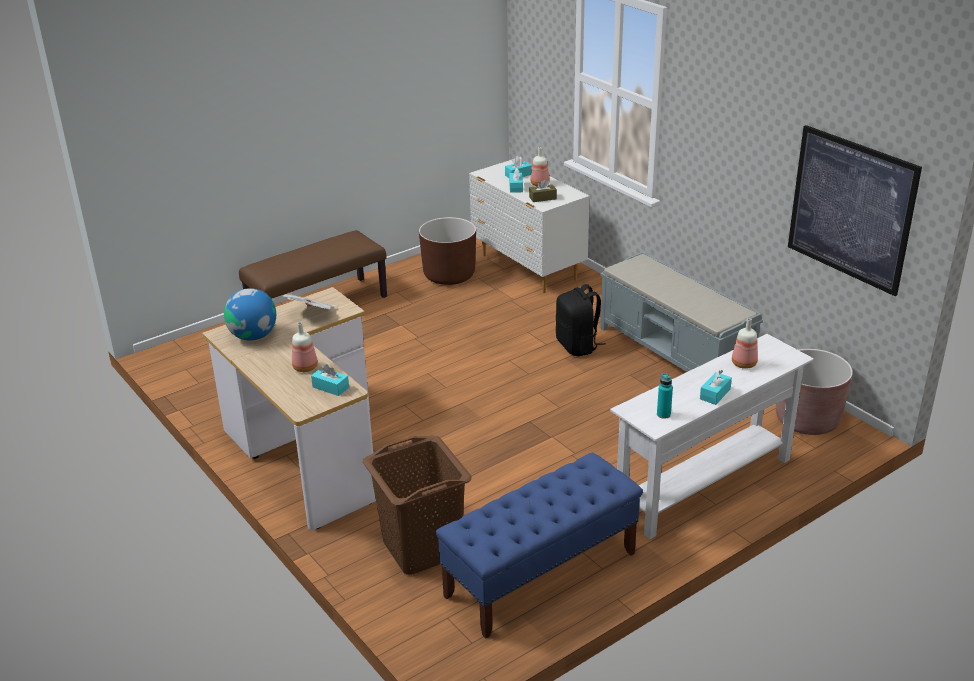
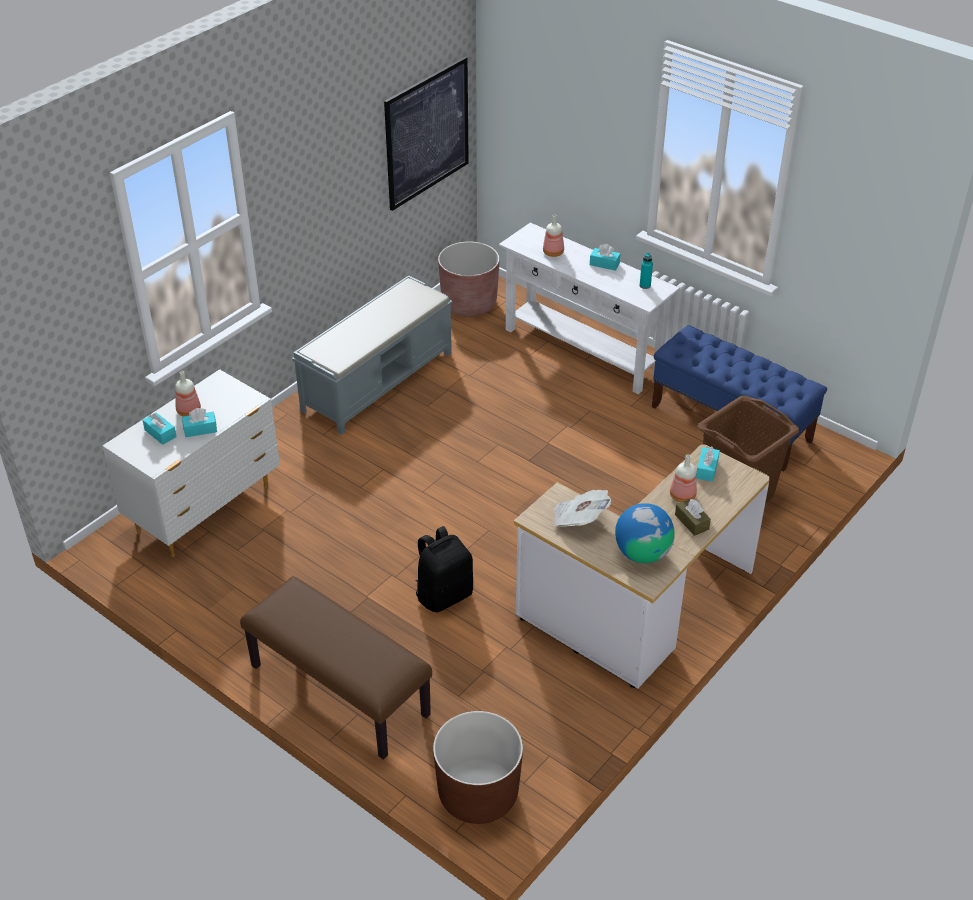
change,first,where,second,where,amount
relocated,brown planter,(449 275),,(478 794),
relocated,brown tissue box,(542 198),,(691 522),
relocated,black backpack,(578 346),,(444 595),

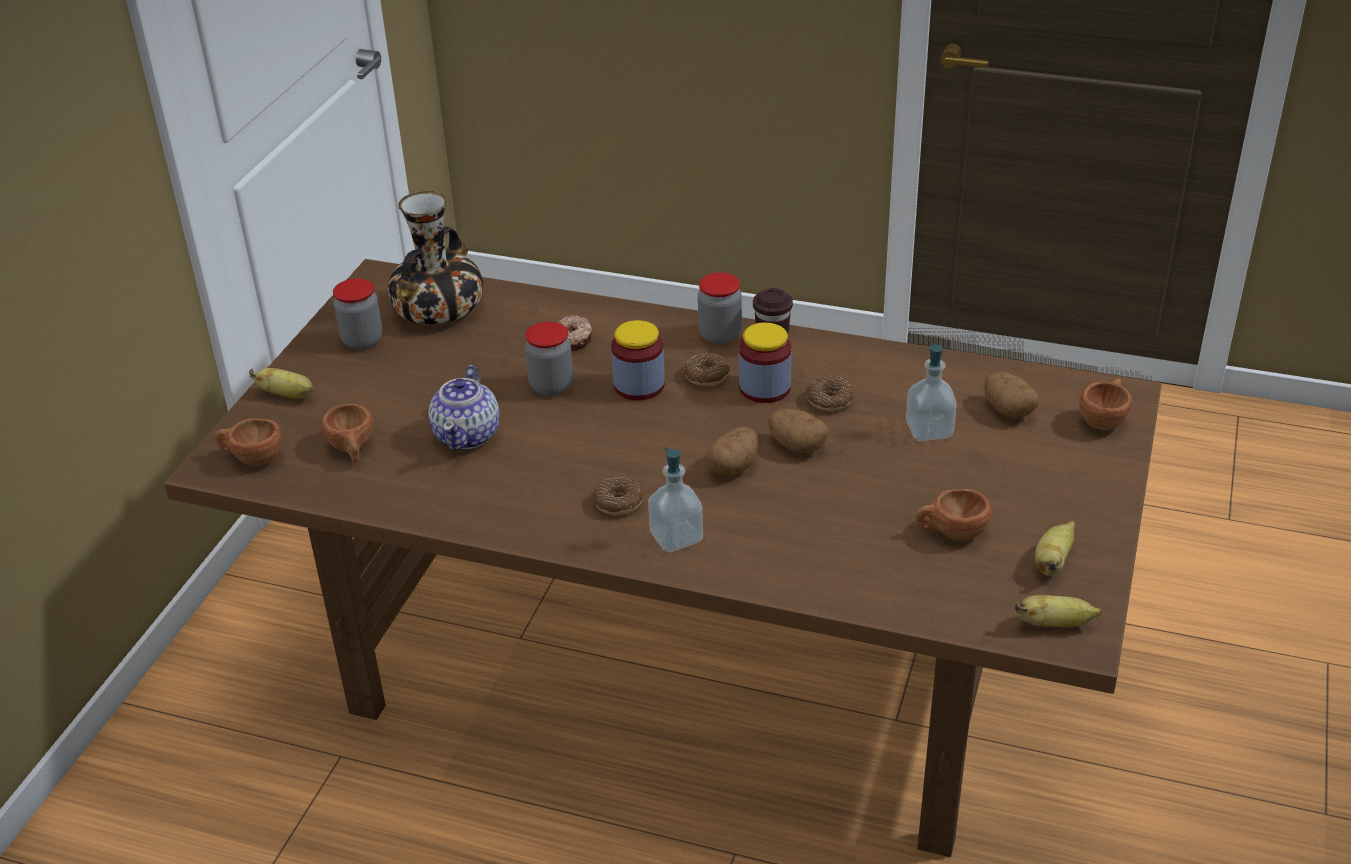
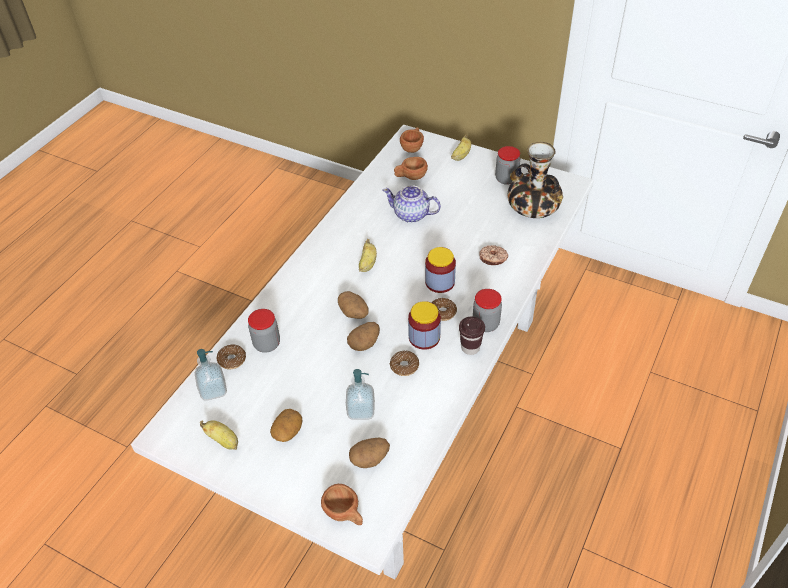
change,first,where,second,where,amount
missing,brown cup,(951 533),,,
appeared,,,potato,(287 431),
relocated,jar,(551 386),,(267 344),
relocated,donut,(618 503),,(232 360),
relocated,soap dispenser,(676 537),,(213 390),
relocated,banana,(1054 624),,(367 264),
colour,brown dining table,(688 672),white dining table,(398 406),

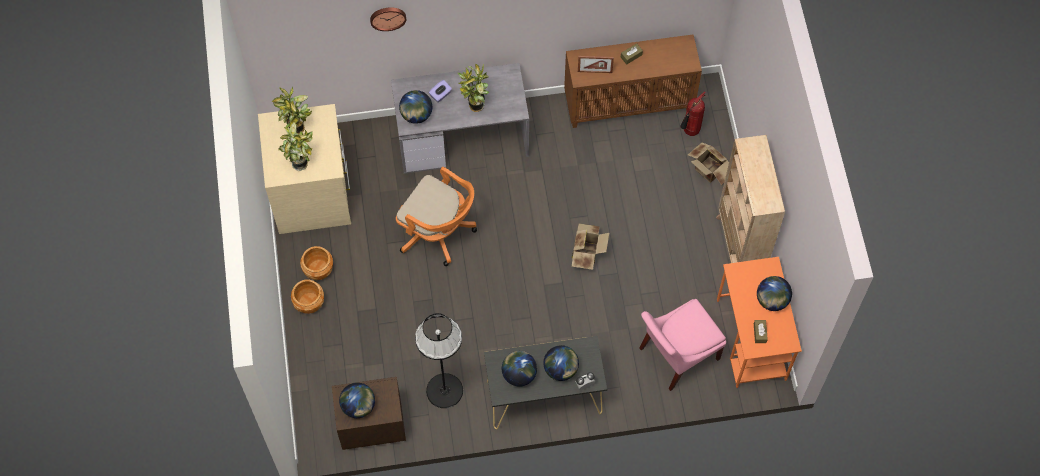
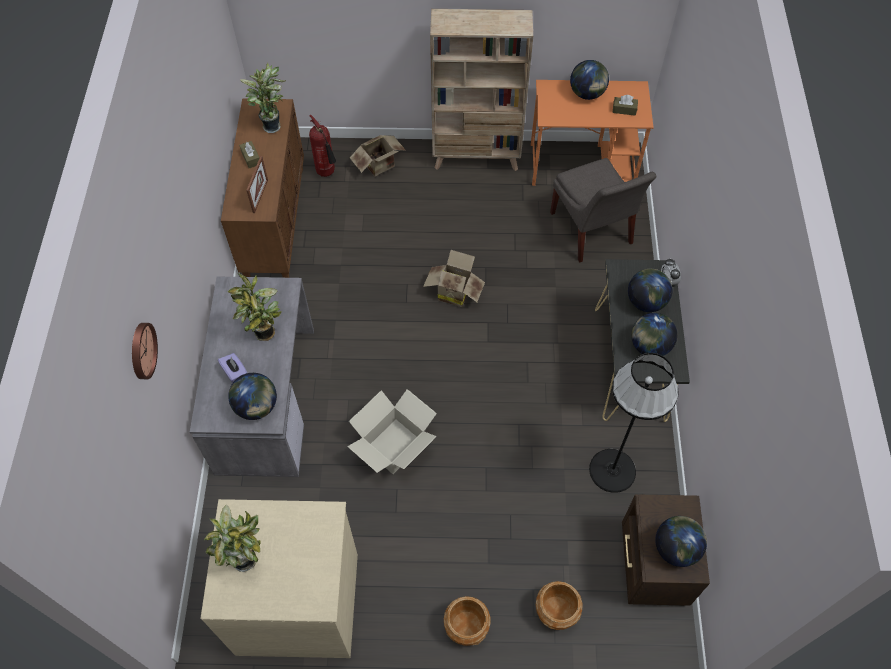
change,first,where,second,where,amount
relocated,potted plant,(302 164),,(272 125),
relocated,brown planter,(318 270),,(555 611),
exchanged,orange office chair,(439 233),cardboard box,(395 446),
colour,pink chair,(676 355),grey chair,(592 231),

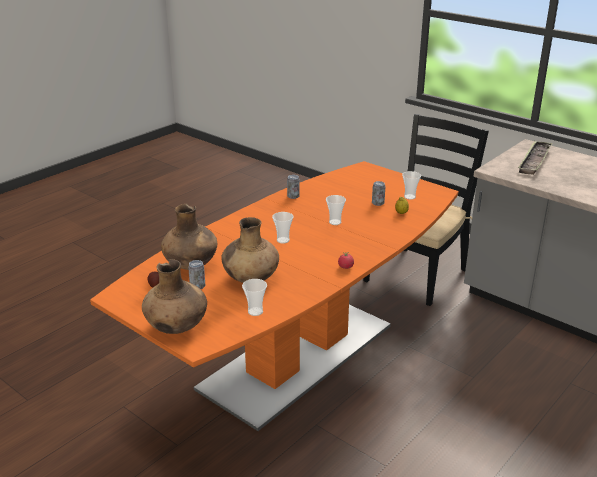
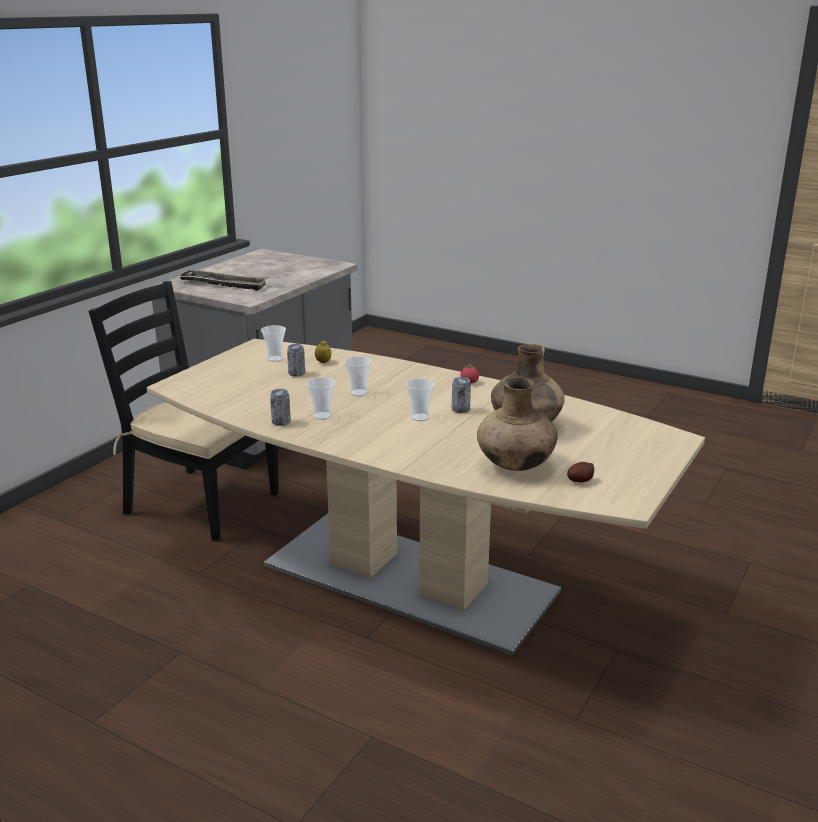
change,first,where,second,where,amount
missing,brown vase,(177 327),,,
relocated,can,(197 286),,(460 409),
relocated,cup,(255 311),,(322 416),
colour,orange dining table,(298 356),beige dining table,(408 578),

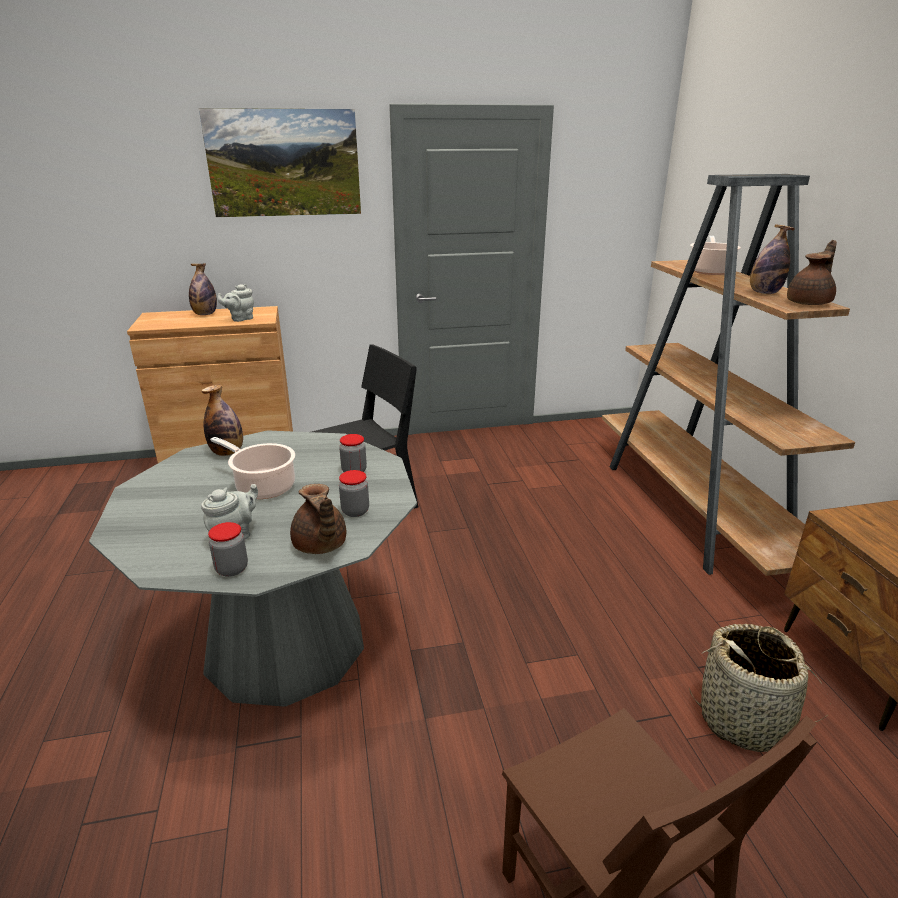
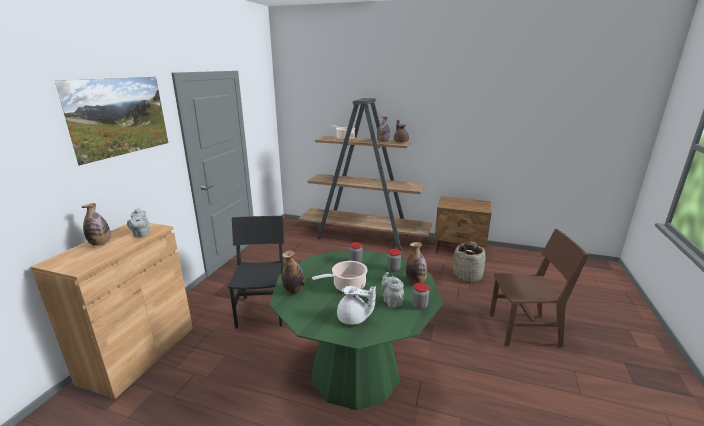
change,first,where,second,where,amount
appeared,,,white teapot,(354 319),
exchanged,brown teapot,(320 546),bottle,(416 282),
colour,grey dining table,(285 643),green dining table,(355 371),

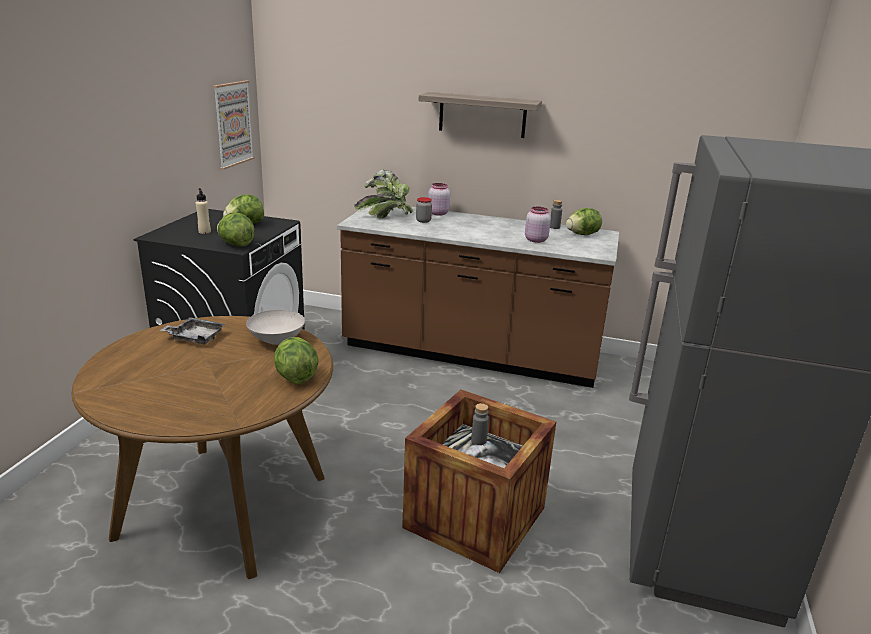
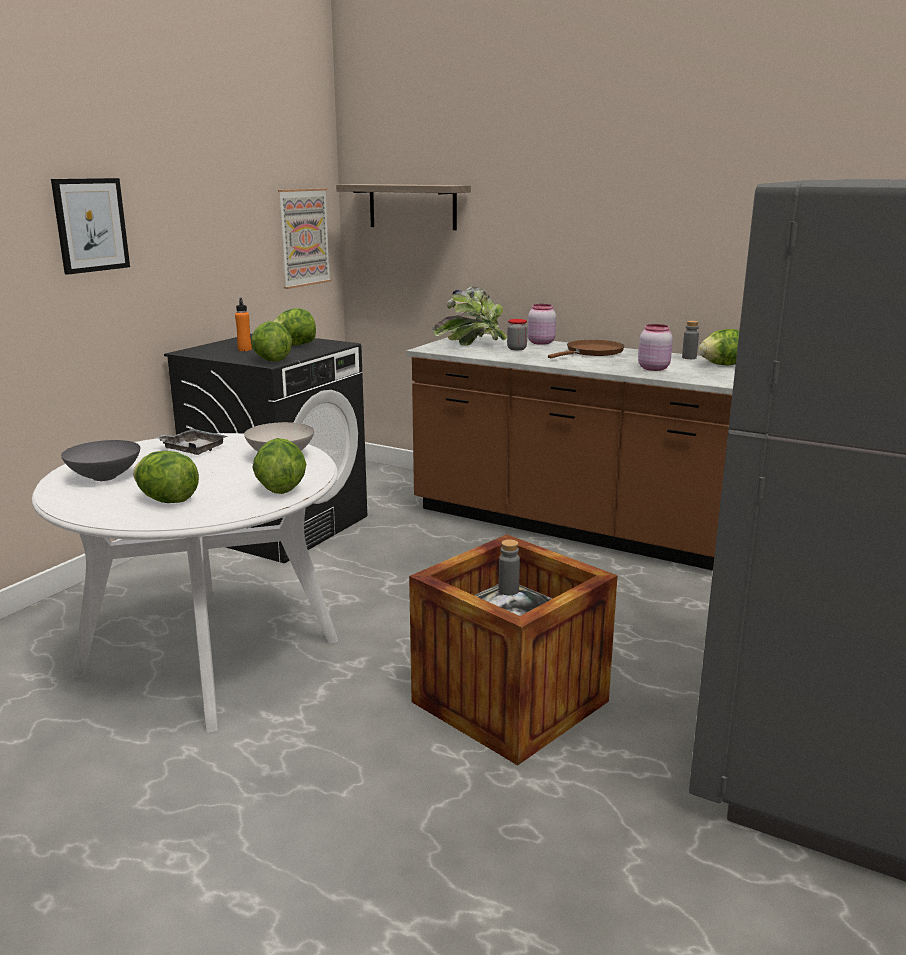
change,first,where,second,where,amount
appeared,,,picture,(91 225),
appeared,,,grey bowl,(105 477),
appeared,,,lettuce,(168 500),
appeared,,,brown frying pan,(592 352),
relocated,shelf,(482 115),,(412 206),
colour,brown dining table,(224 505),white dining table,(210 656),
colour,beige bottle,(204 231),orange bottle,(244 349),

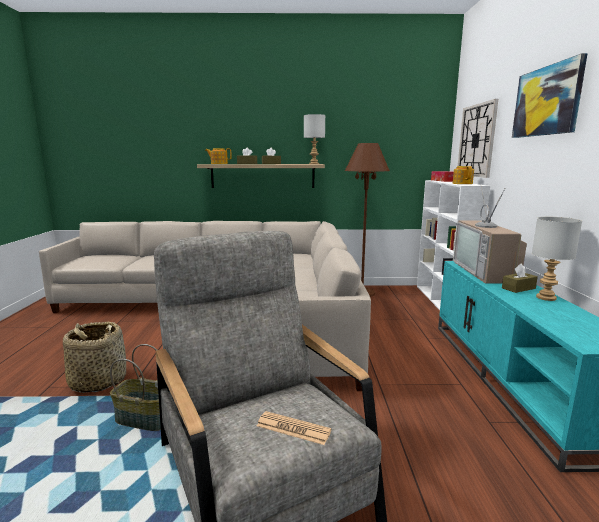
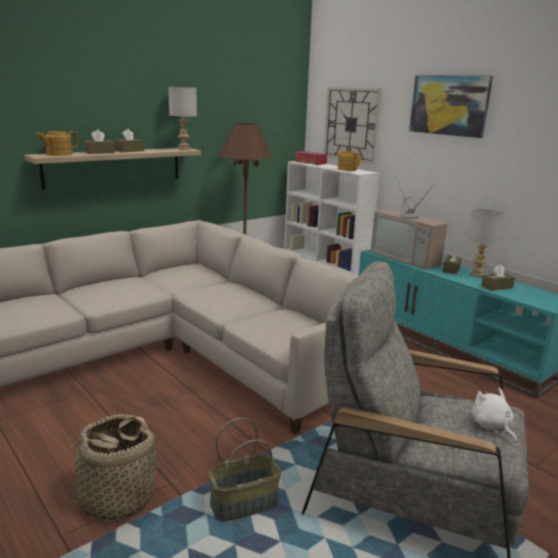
change,first,where,second,where,amount
appeared,,,brown tissue box,(497 287),
exchanged,newspaper,(293 428),white plush toy,(491 426),

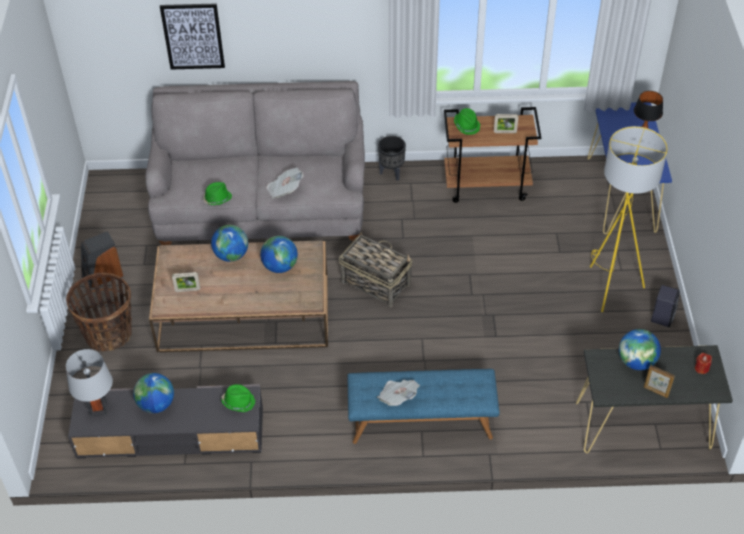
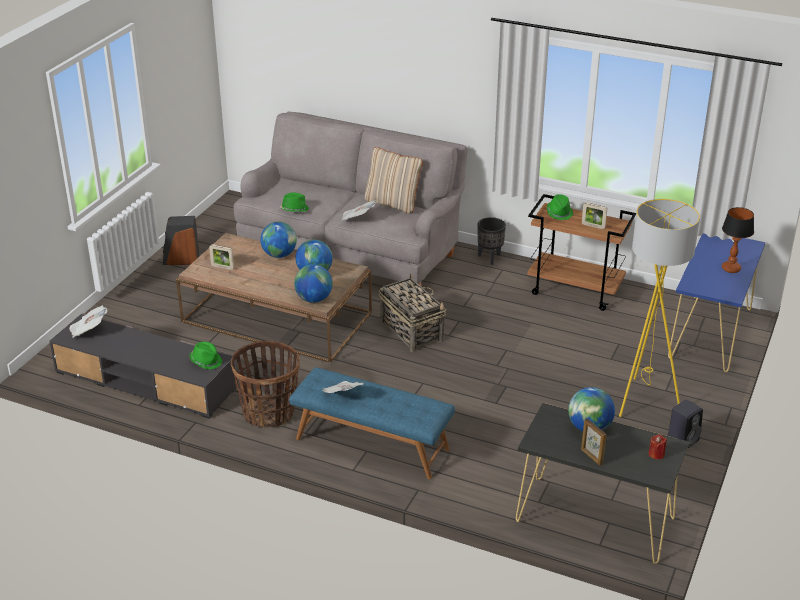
change,first,where,second,where,amount
missing,picture,(193 36),,,
appeared,,,beige pillow,(393 203),
relocated,basket,(109 334),,(269 413),
relocated,globe,(156 404),,(314 299),
exchanged,grey table lamp,(98 408),newspaper,(88 330),

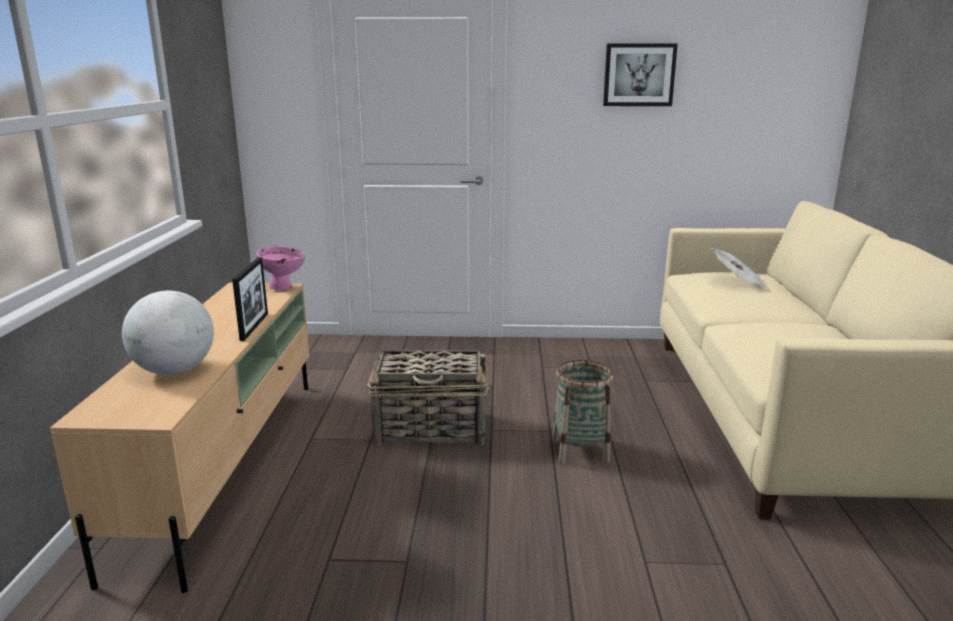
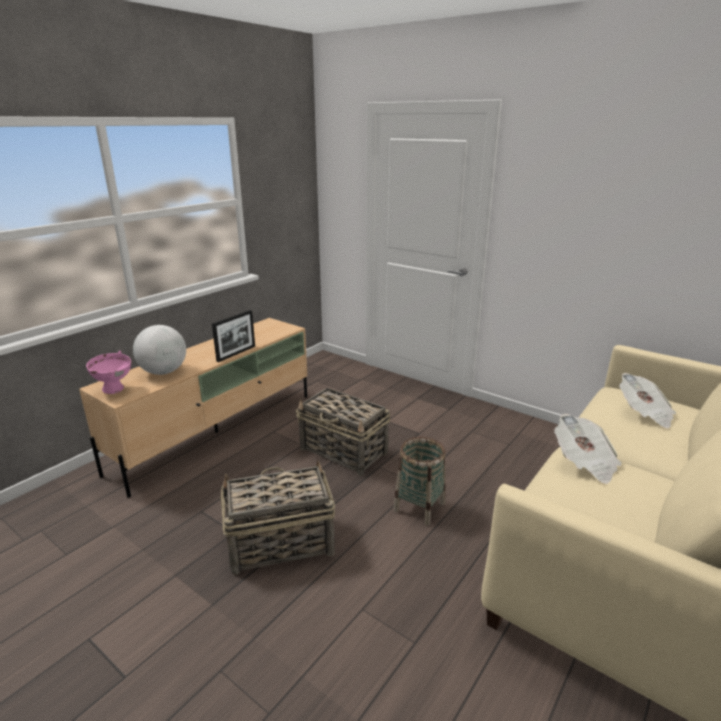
change,first,where,second,where,amount
missing,picture,(639 75),,,
appeared,,,basket,(279 543),
appeared,,,newspaper,(584 463),
relocated,pink bowl,(283 287),,(115 390),

